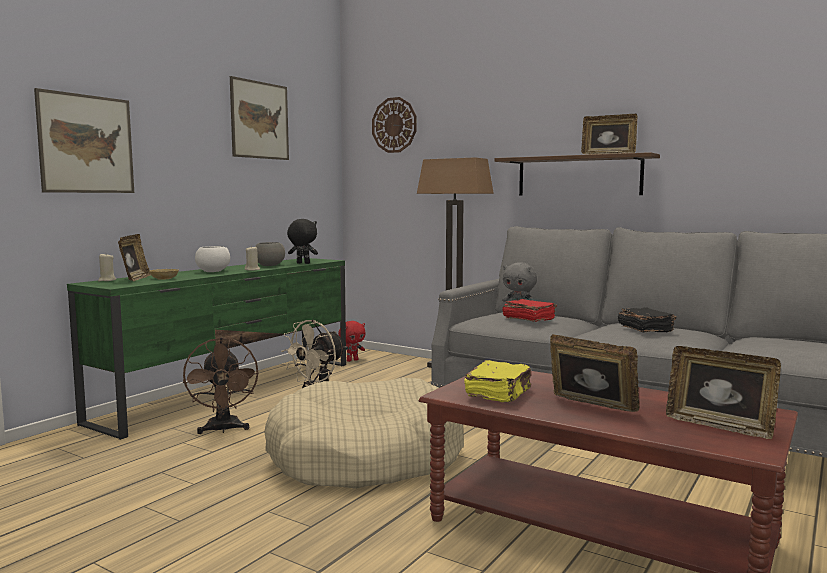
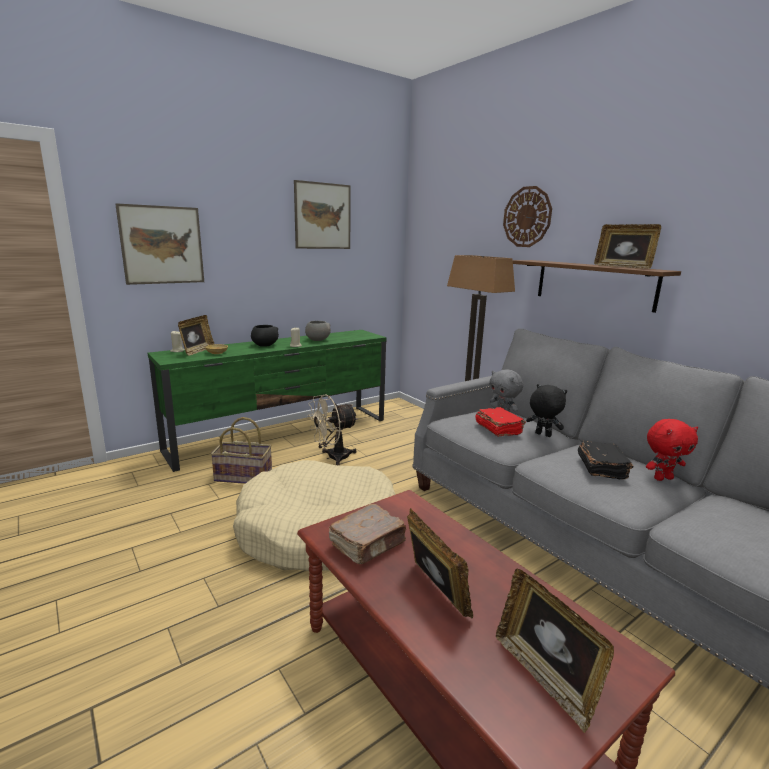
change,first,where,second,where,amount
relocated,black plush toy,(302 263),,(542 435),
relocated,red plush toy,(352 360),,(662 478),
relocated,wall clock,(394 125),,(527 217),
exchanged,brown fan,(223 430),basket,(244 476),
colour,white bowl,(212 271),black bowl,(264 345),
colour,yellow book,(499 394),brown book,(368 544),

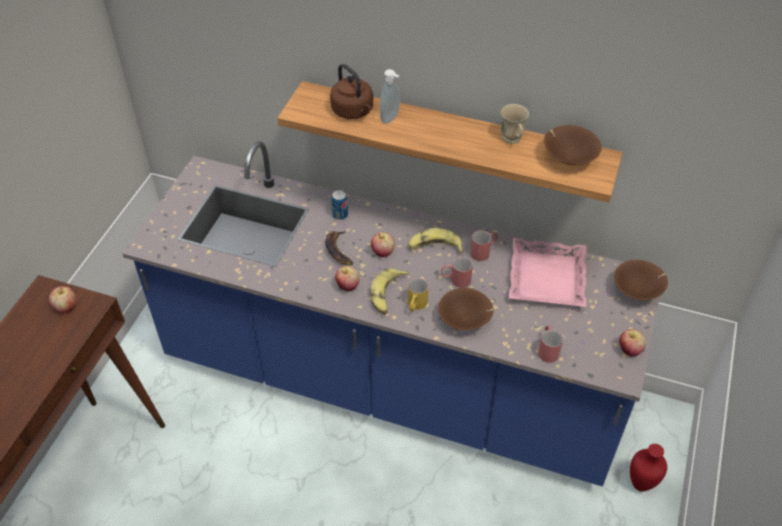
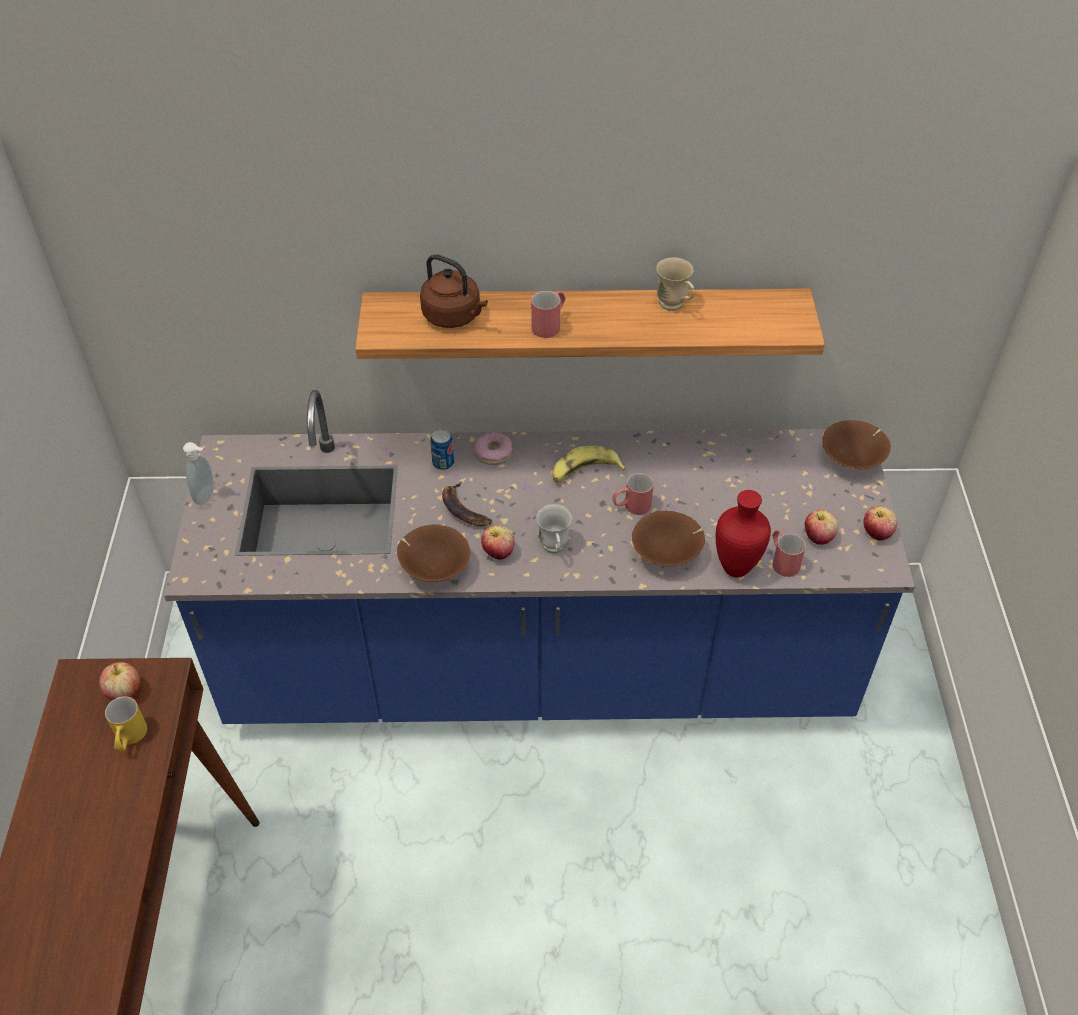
change,first,where,second,where,amount
missing,pink tray,(547 278),,,
appeared,,,donut,(493 453),
relocated,apple,(382 252),,(818 537),
relocated,soap dispenser,(391 118),,(207 496),
relocated,yellow mug,(415 306),,(129 738),
relocated,red mug,(483 251),,(550 324),
relocated,brown bowl,(568 159),,(433 568),
relocated,red vase,(639 484),,(734 568),
exchanged,banana,(387 294),white mug,(554 549),

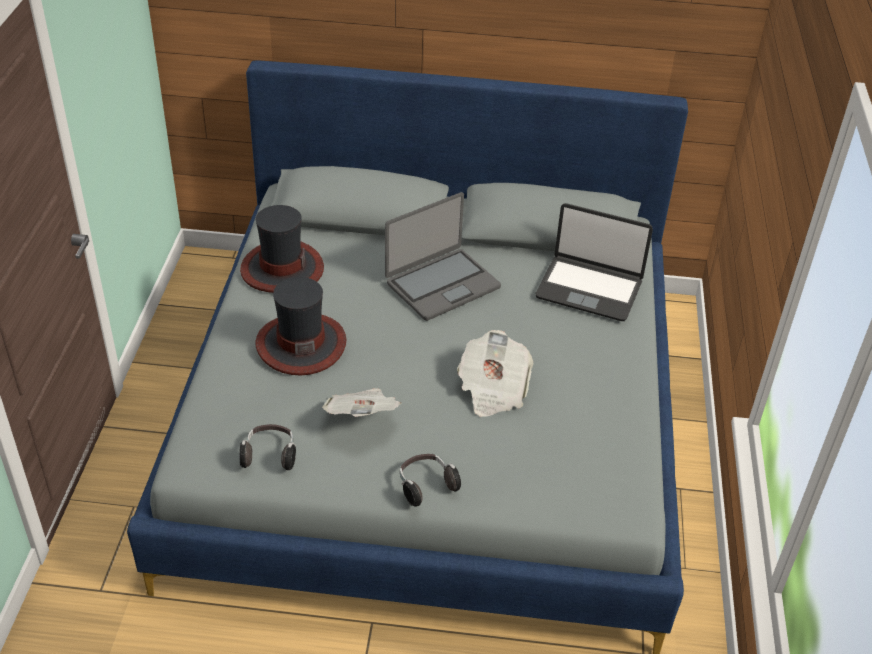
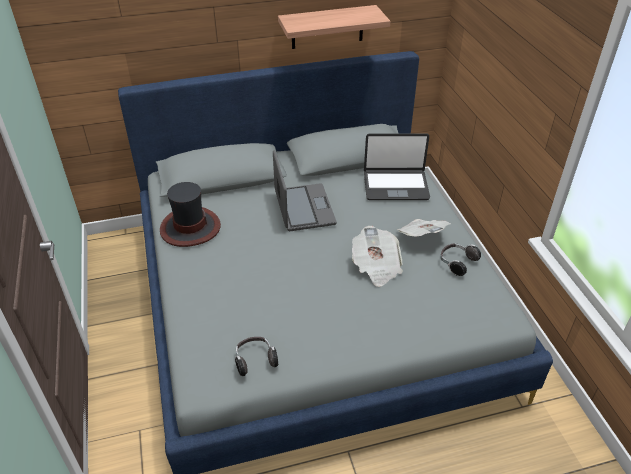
change,first,where,second,where,amount
missing,hat,(301 344),,,
appeared,,,shelf,(327 27),
relocated,newspaper,(362 417),,(421 237),
relocated,headphones,(426 485),,(456 263),
spun,laptop,(442 284),,(303 208),45 degrees counterclockwise

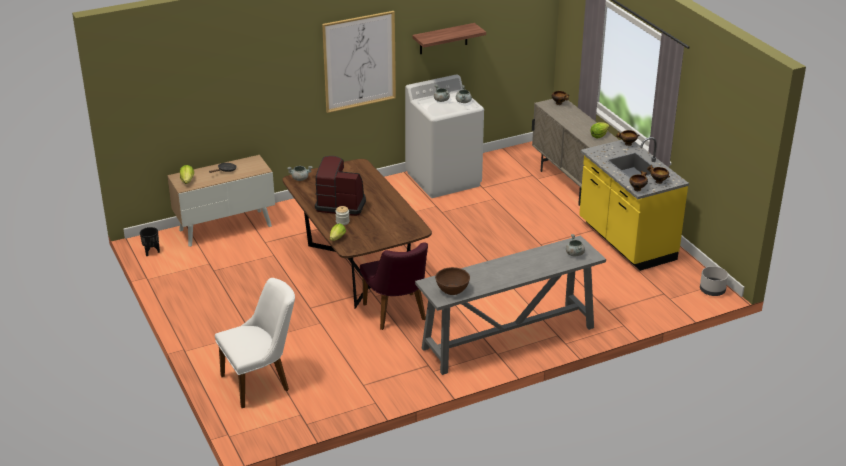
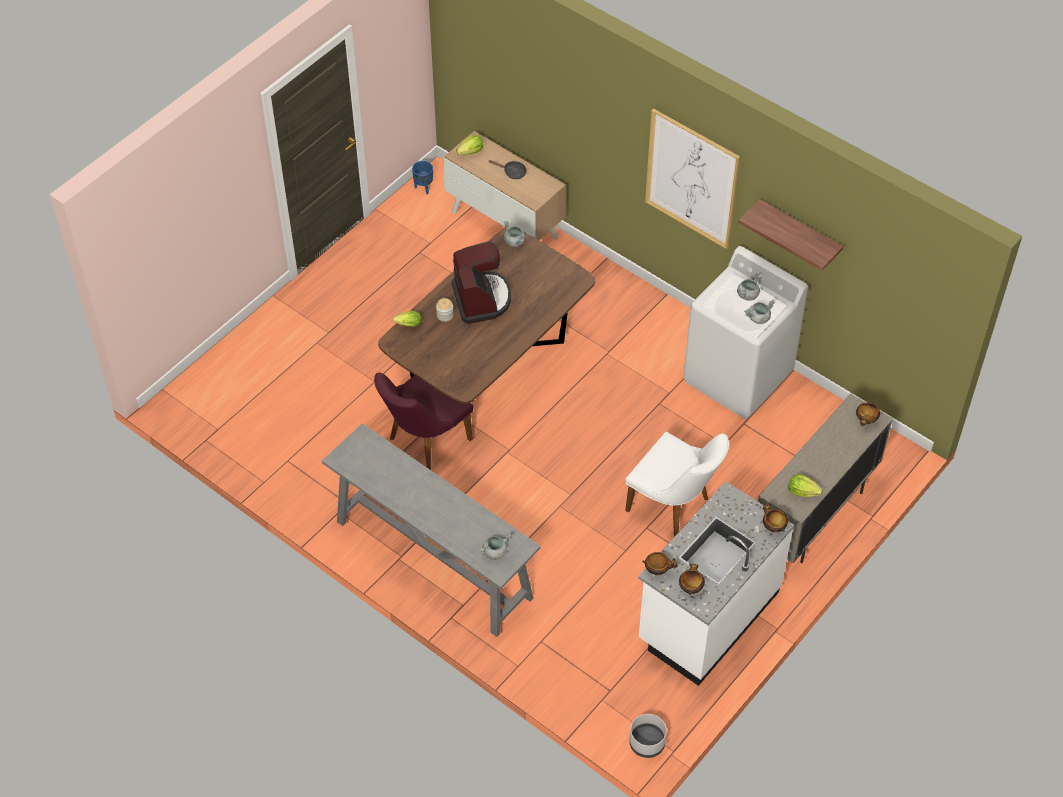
change,first,where,second,where,amount
missing,brown bowl,(452 289),,,
relocated,white chair,(261 381),,(674 507),
colour,black planter,(151 252),blue planter,(424 188),
colour,yellow counter,(625 241),white counter,(707 616),

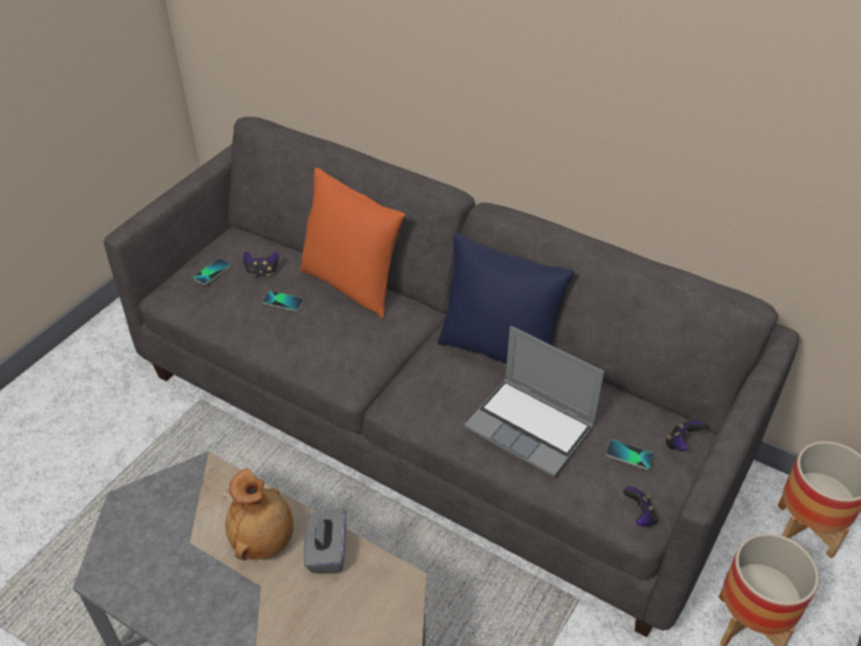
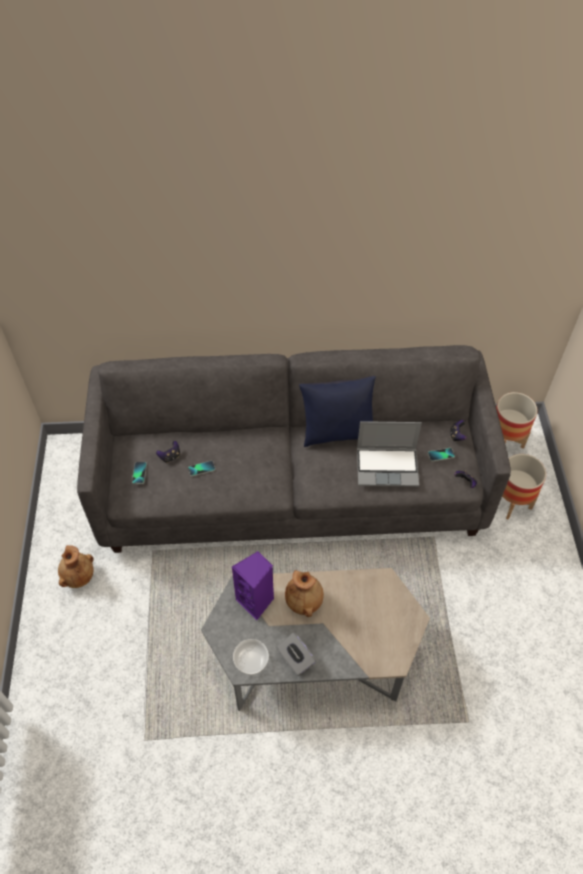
change,first,where,second,where,amount
missing,orange pillow,(352 284),,,
appeared,,,brown vase,(78 576),
appeared,,,purple speaker,(256 601),
appeared,,,bowl,(251 660),
relocated,grey tissue box,(327 552),,(295 659),

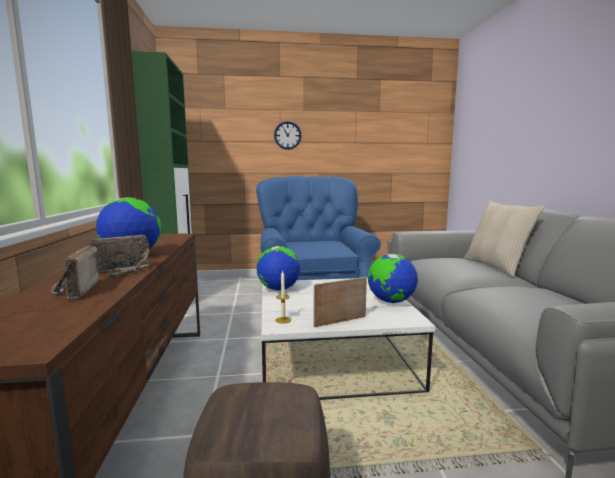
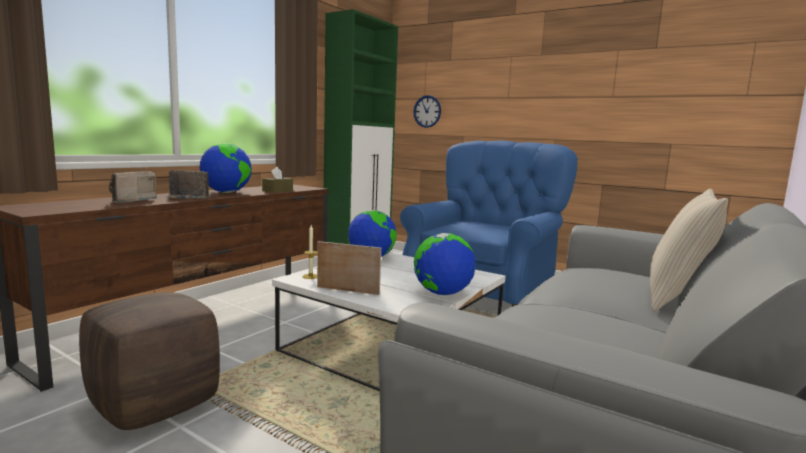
change,first,where,second,where,amount
appeared,,,brown tissue box,(277 190),
relocated,wall clock,(287 135),,(427 111),

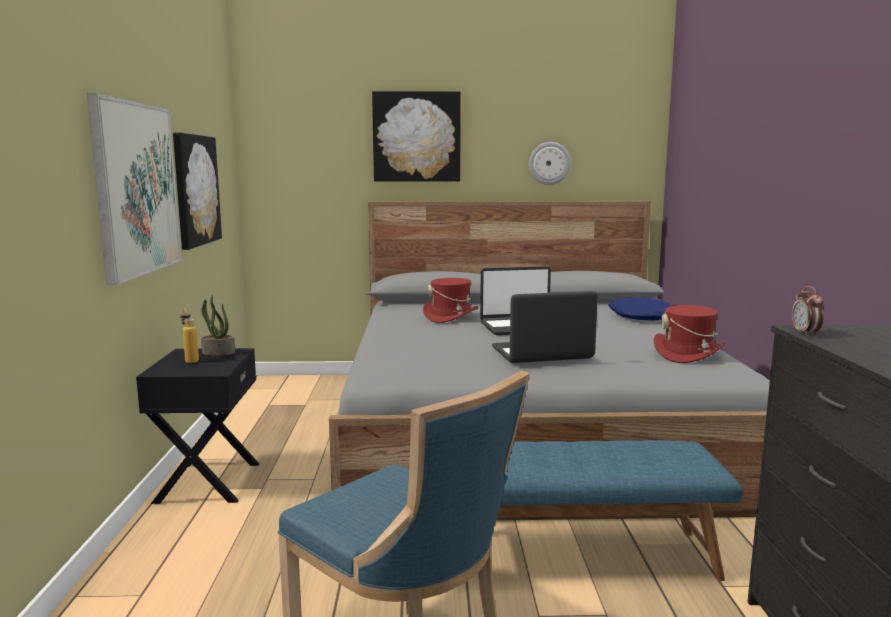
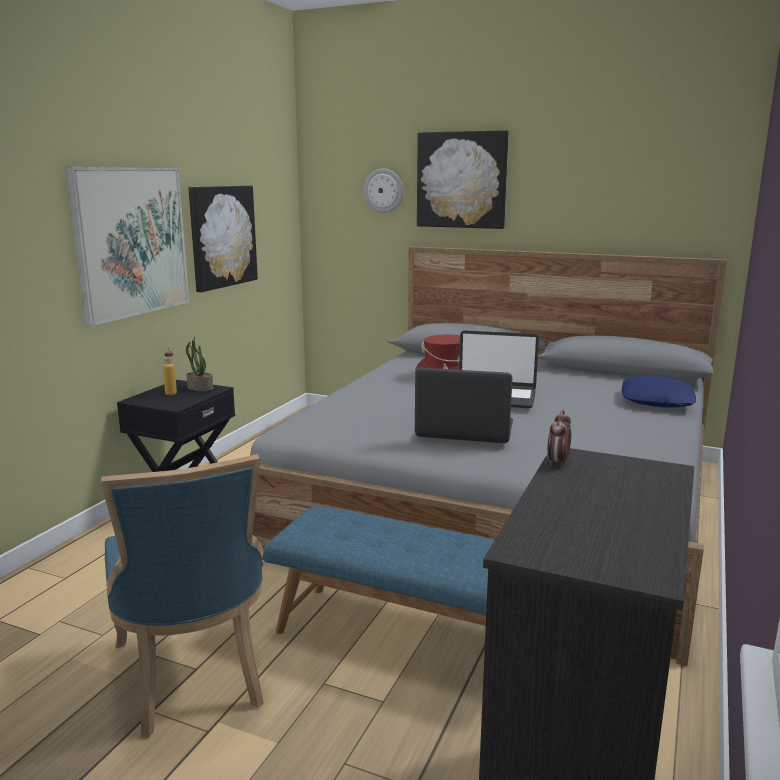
change,first,where,second,where,amount
missing,red hat,(688 354),,,
relocated,wall clock,(549 163),,(384 190),

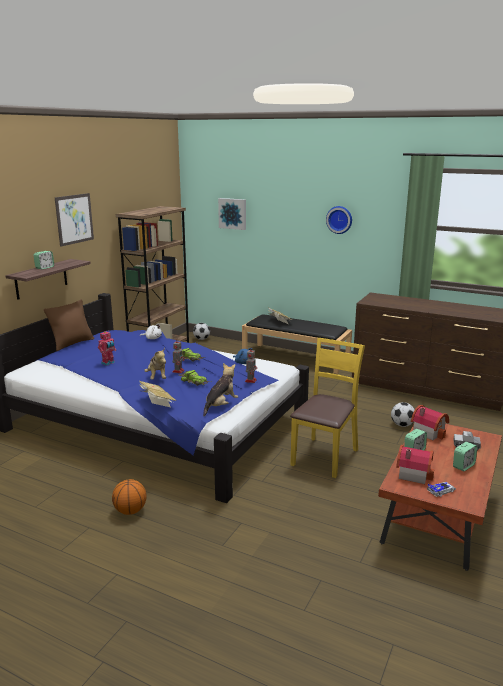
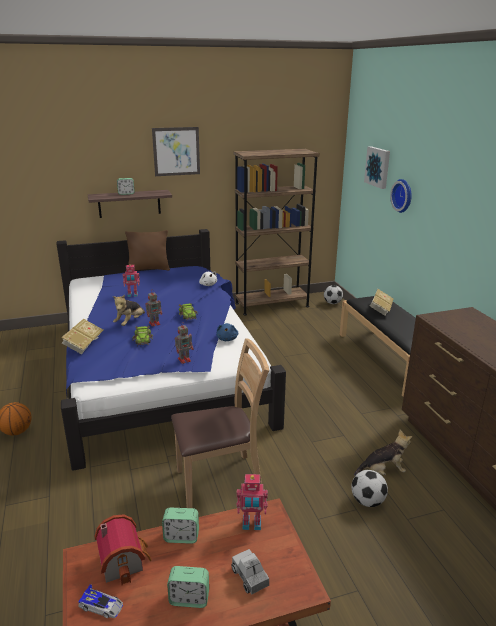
change,first,where,second,where,amount
relocated,plush toy,(221 405),,(383 471),
relocated,wall clock,(339 219),,(403 195),
exchanged,toy house,(428 431),toy robot,(251 524),
colour,yellow chair,(324 456),brown chair,(220 482),

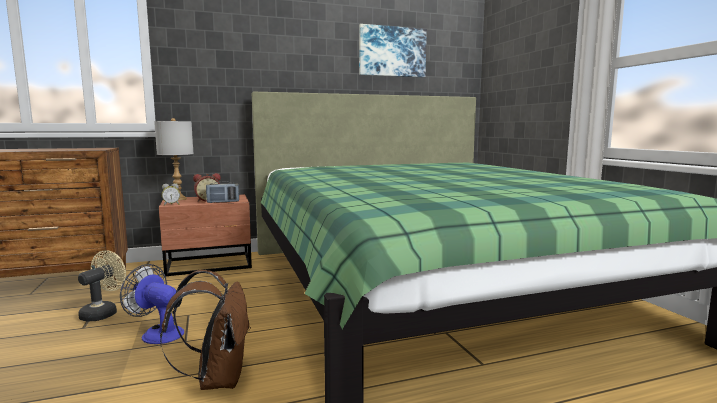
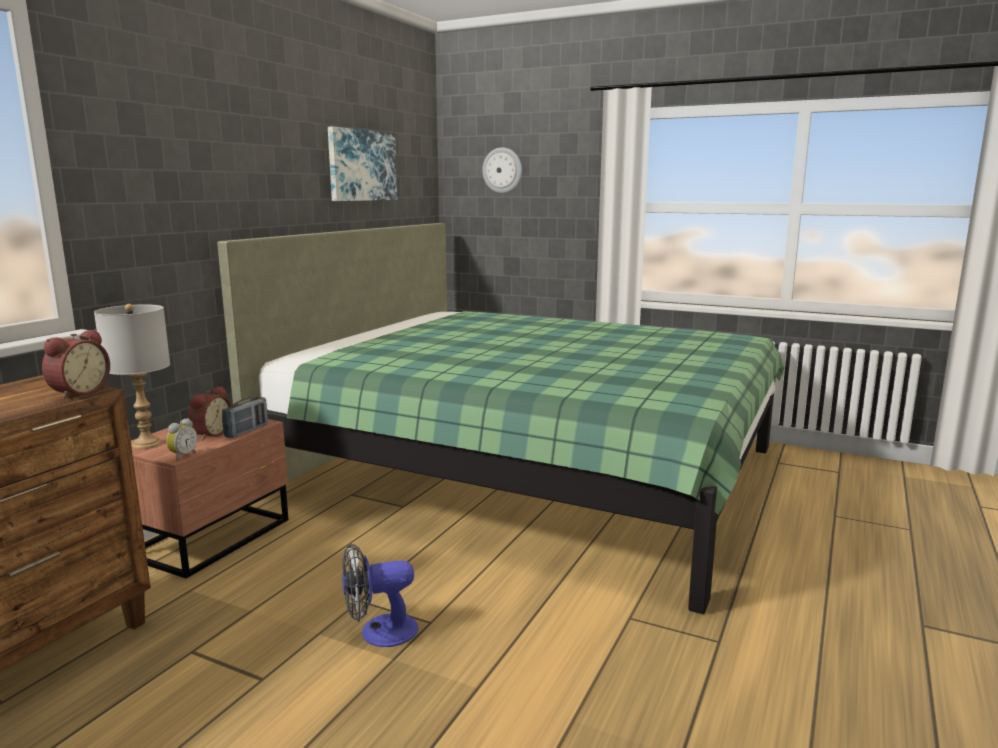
change,first,where,second,where,amount
missing,beige fan,(103 313),,,
missing,brown backpack,(217 379),,,
appeared,,,alarm clock,(78 393),
appeared,,,wall clock,(502 170),

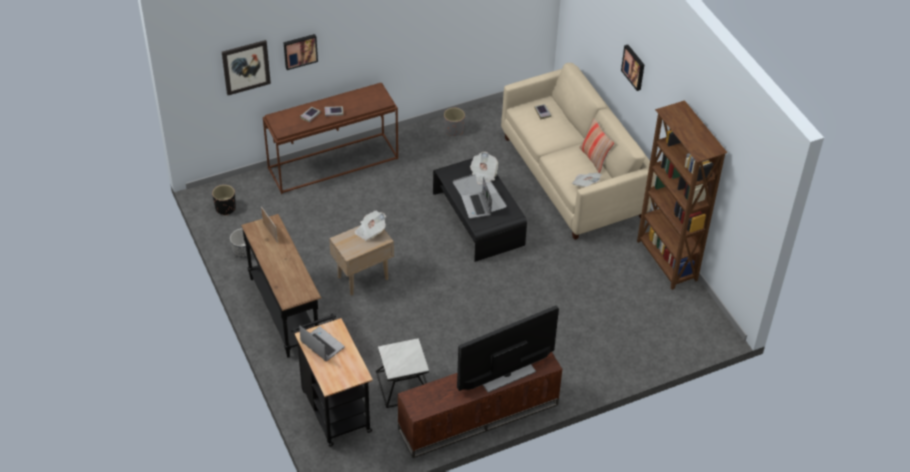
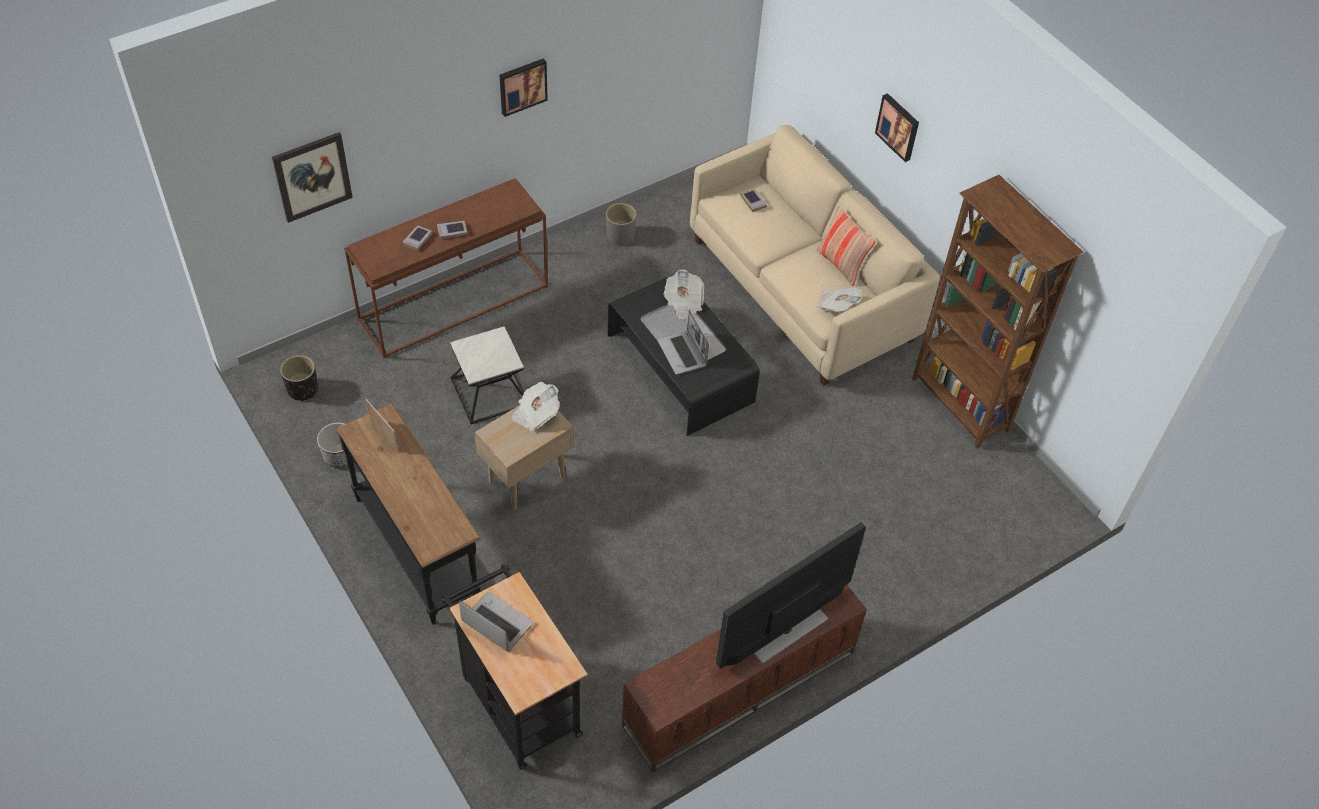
change,first,where,second,where,amount
relocated,picture,(300 51),,(522 86),
relocated,side table,(403 384),,(490 391),

